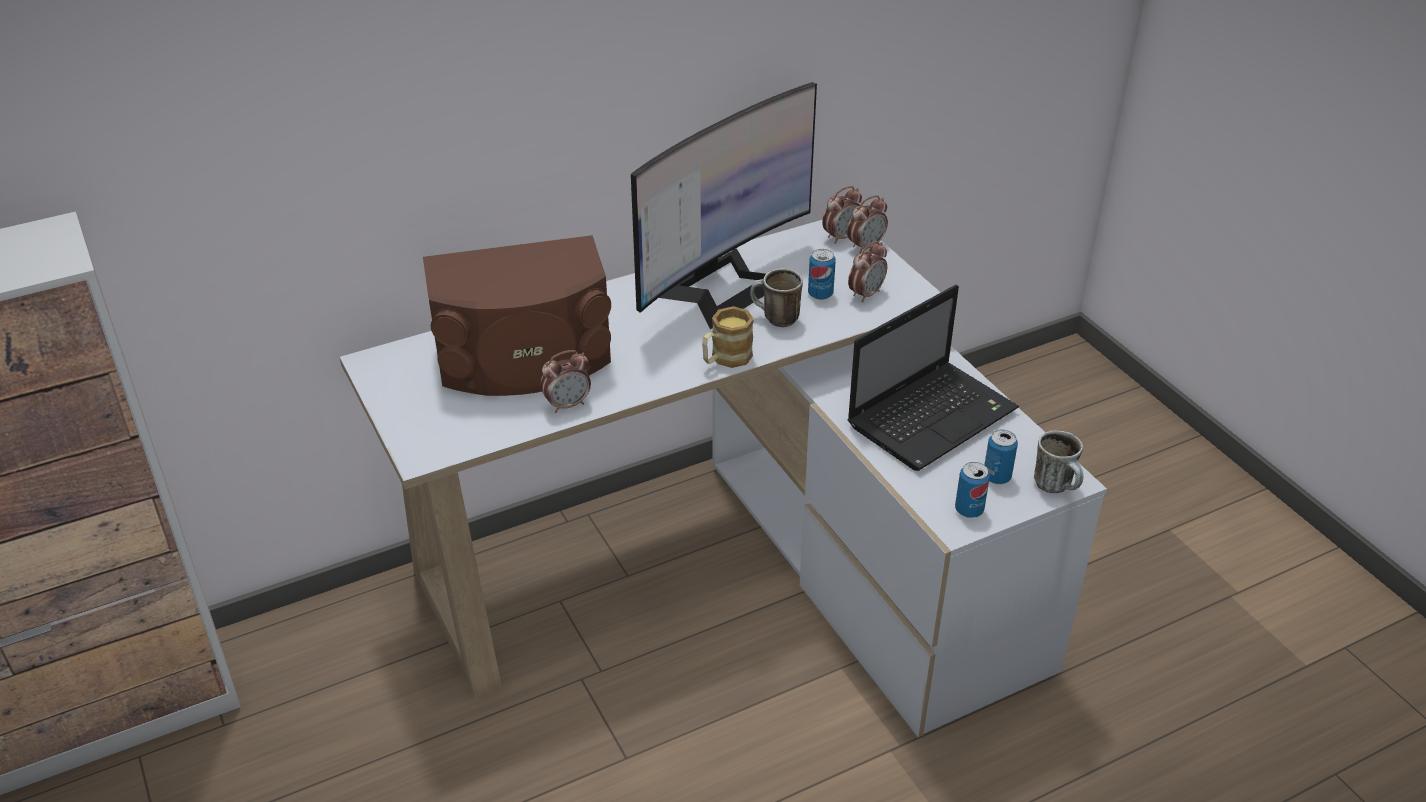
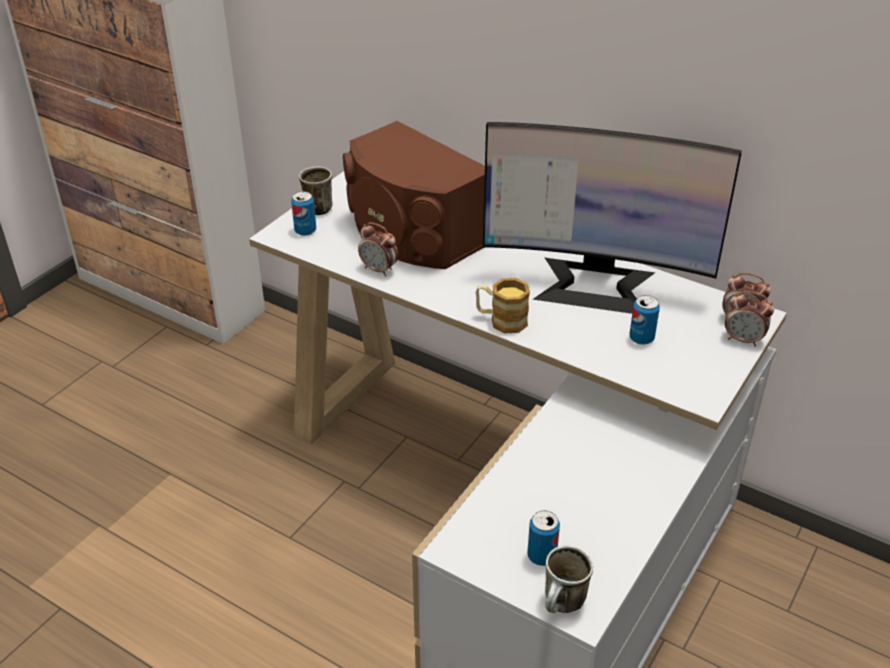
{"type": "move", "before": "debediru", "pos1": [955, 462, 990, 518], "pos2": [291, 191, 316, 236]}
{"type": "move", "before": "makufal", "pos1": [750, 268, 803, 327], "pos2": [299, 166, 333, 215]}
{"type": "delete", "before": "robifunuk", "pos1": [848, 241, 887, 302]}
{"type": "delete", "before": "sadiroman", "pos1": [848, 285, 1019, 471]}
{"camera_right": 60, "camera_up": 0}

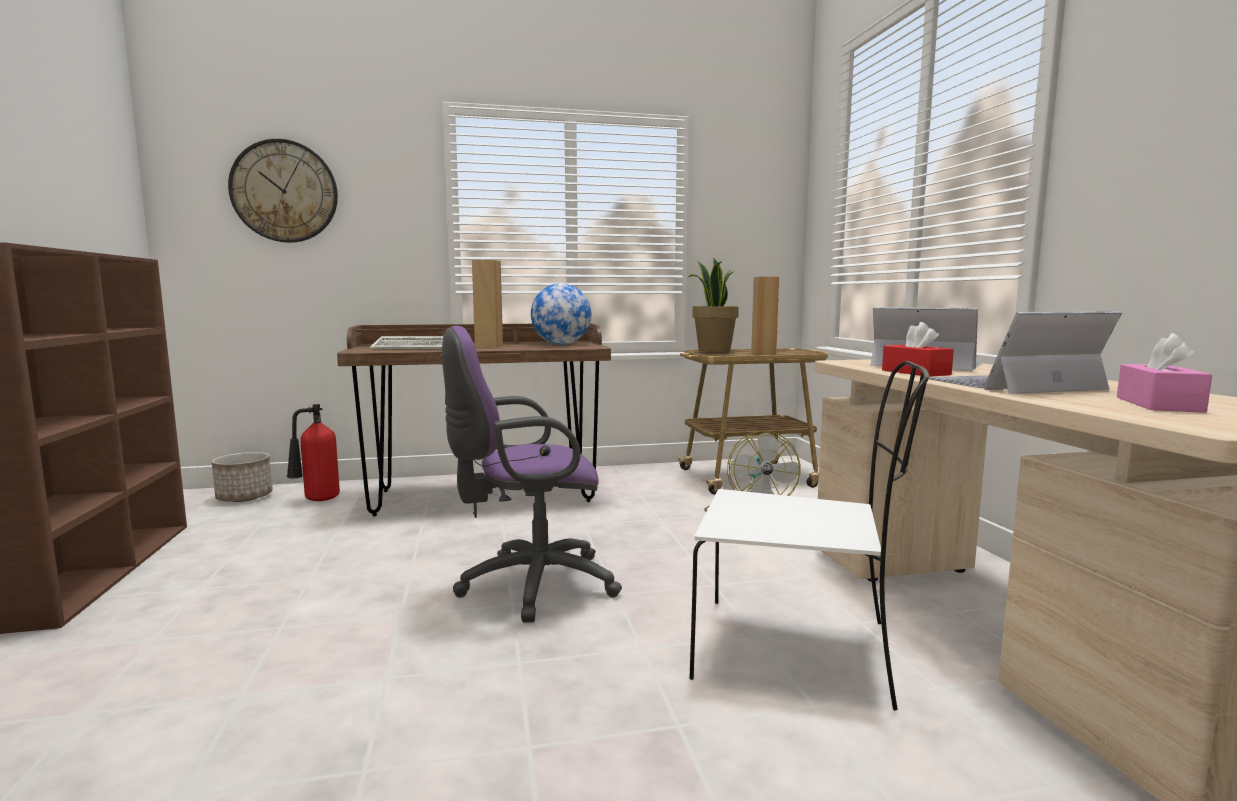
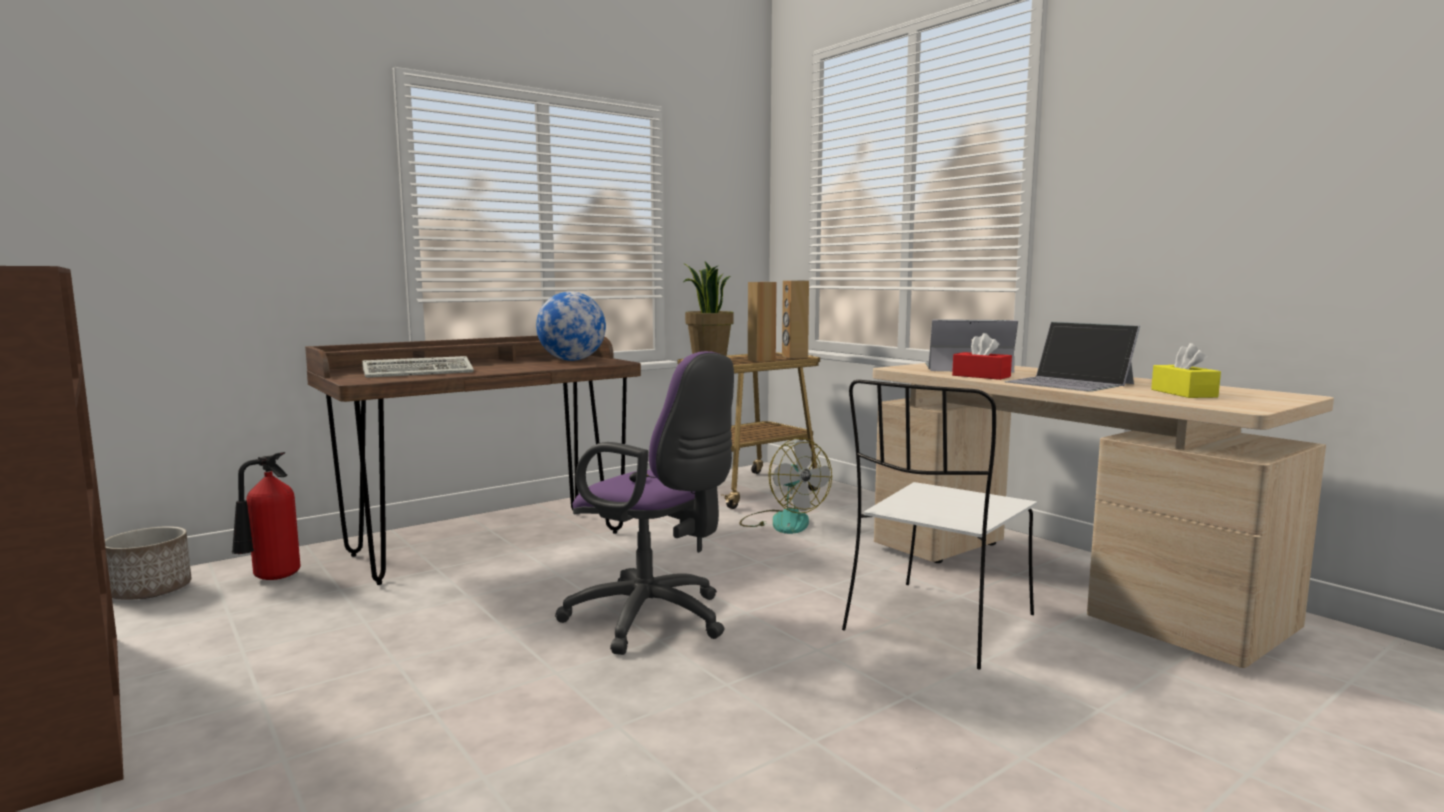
{"type": "rotate", "before": "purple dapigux", "pos1": [442, 326, 622, 622], "pos2": [555, 351, 734, 655], "turn": -105}
{"type": "move", "before": "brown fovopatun", "pos1": [472, 260, 503, 348], "pos2": [782, 280, 809, 359]}
{"type": "rotate", "before": "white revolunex", "pos1": [689, 361, 929, 710], "pos2": [842, 380, 1037, 670], "turn": 135}
{"type": "rotate", "before": "sadiroman", "pos1": [929, 311, 1122, 394], "pos2": [1004, 322, 1140, 392], "turn": -90}
{"type": "recolor", "before": "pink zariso", "after": "yellow zariso", "pos1": [1117, 333, 1212, 413], "pos2": [1151, 343, 1221, 398]}
{"type": "delete", "before": "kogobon", "pos1": [228, 139, 338, 243]}
{"camera_right": -25, "camera_up": 0}

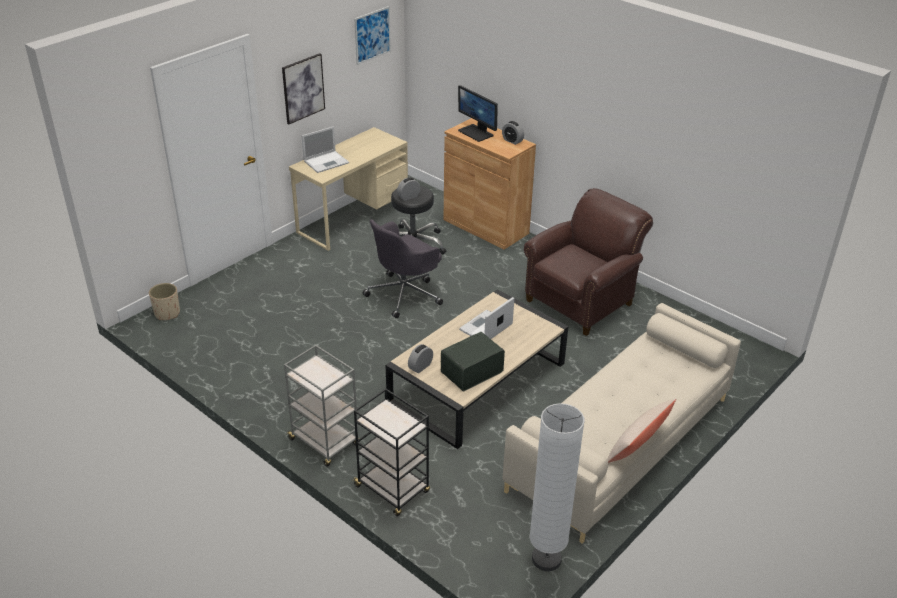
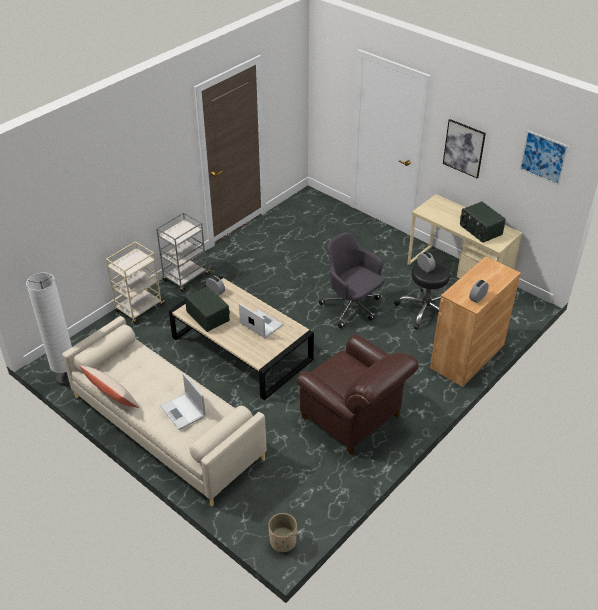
{"type": "recolor", "before": "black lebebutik", "after": "beige lebebutik", "pos1": [352, 388, 430, 516], "pos2": [106, 241, 165, 324]}
{"type": "move", "before": "sadiroman", "pos1": [302, 126, 349, 173], "pos2": [160, 373, 206, 430]}
{"type": "move", "before": "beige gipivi", "pos1": [149, 283, 180, 320], "pos2": [268, 513, 297, 552]}
{"type": "insert", "after": "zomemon", "pos2": [460, 201, 506, 243]}
{"type": "delete", "before": "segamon", "pos1": [458, 85, 498, 142]}
{"camera_right": 90, "camera_up": 5}

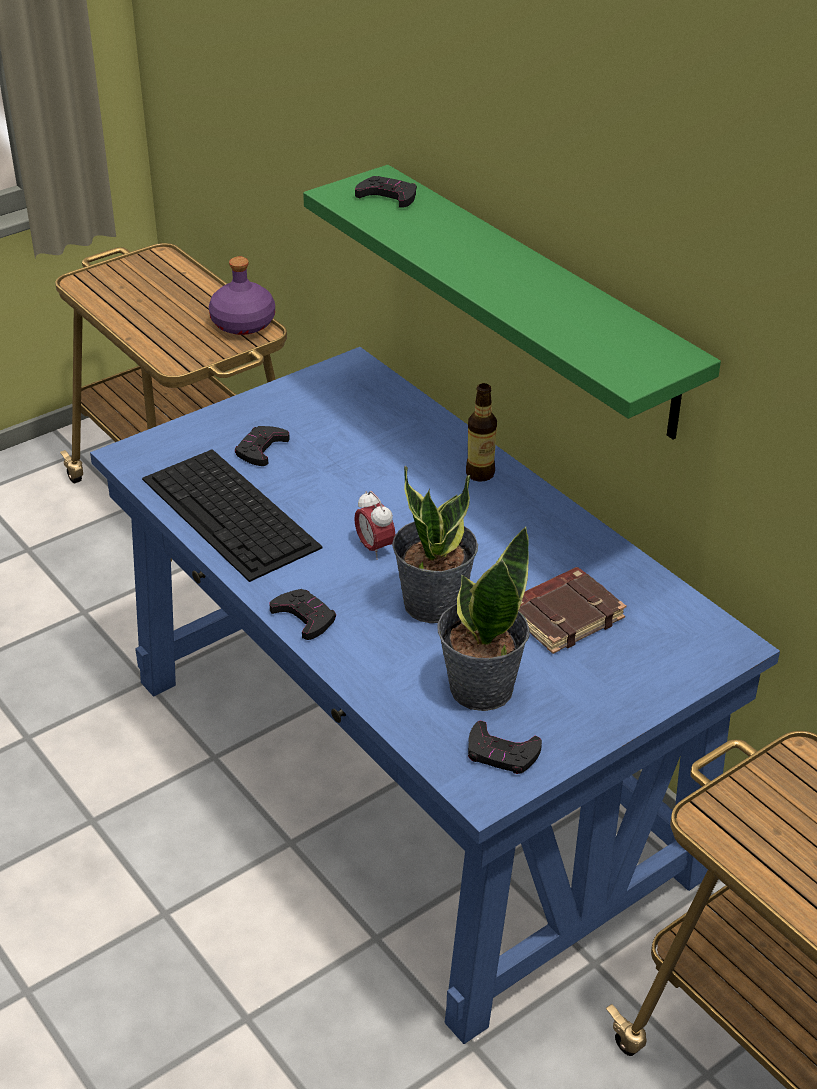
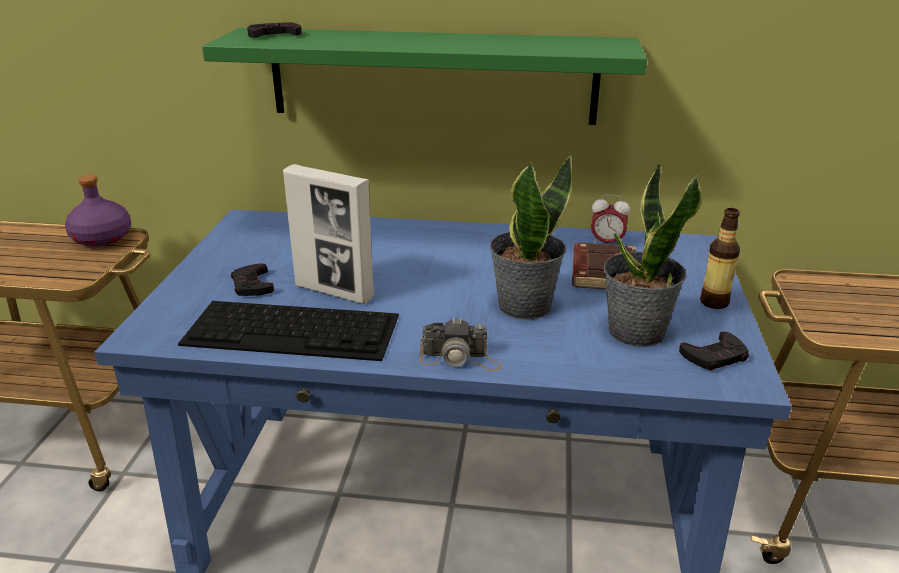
{"type": "insert", "after": "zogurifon", "pos2": [283, 164, 374, 304]}
{"type": "replace", "before": "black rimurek", "after": "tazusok", "pos1": [269, 589, 336, 640], "pos2": [420, 318, 502, 371]}
{"type": "move", "before": "robifunuk", "pos1": [354, 491, 396, 560], "pos2": [591, 194, 630, 243]}
{"type": "move", "before": "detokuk", "pos1": [466, 383, 497, 481], "pos2": [700, 208, 740, 309]}
{"camera_right": -45, "camera_up": -10}

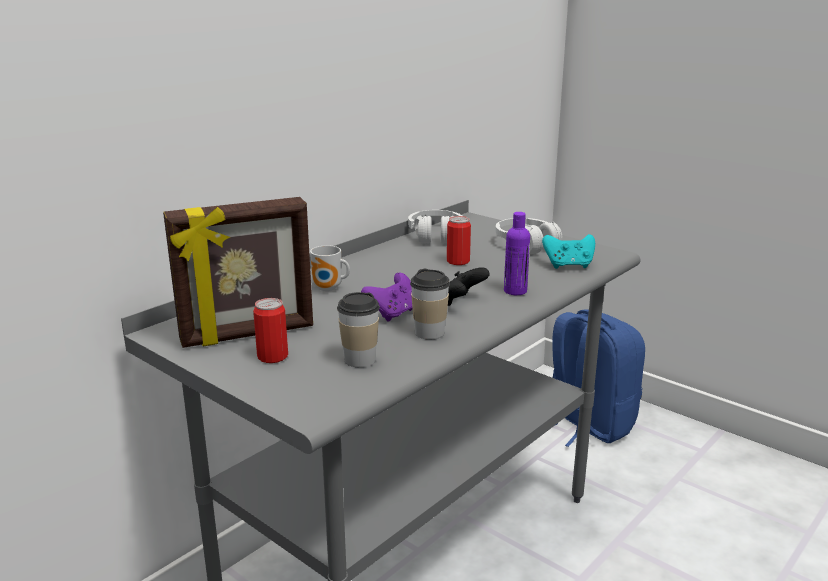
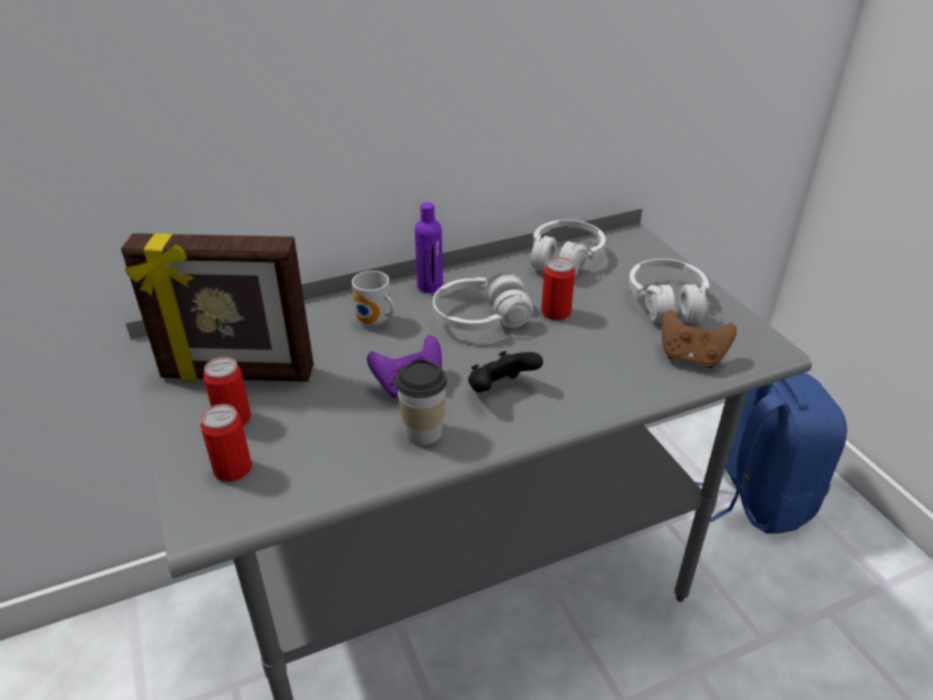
{"type": "insert", "after": "debediru", "pos2": [200, 404, 252, 482]}
{"type": "move", "before": "purple detokuk", "pos1": [504, 212, 530, 295], "pos2": [415, 202, 443, 293]}
{"type": "insert", "after": "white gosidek", "pos2": [433, 273, 533, 331]}
{"type": "recolor", "before": "turquoise rimurek", "after": "brown rimurek", "pos1": [542, 234, 595, 269], "pos2": [662, 310, 737, 368]}
{"type": "delete", "before": "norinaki", "pos1": [337, 292, 380, 367]}
{"camera_right": 25, "camera_up": 15}

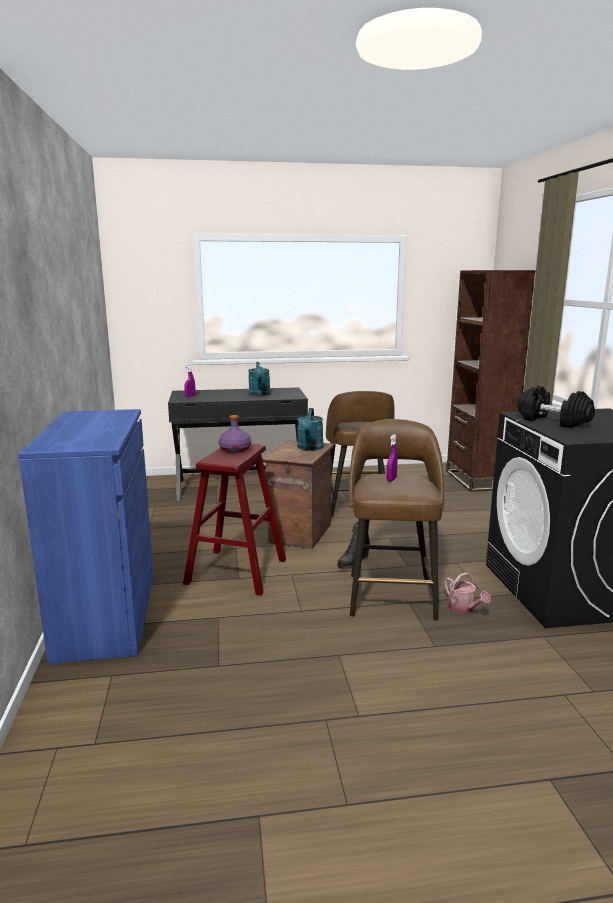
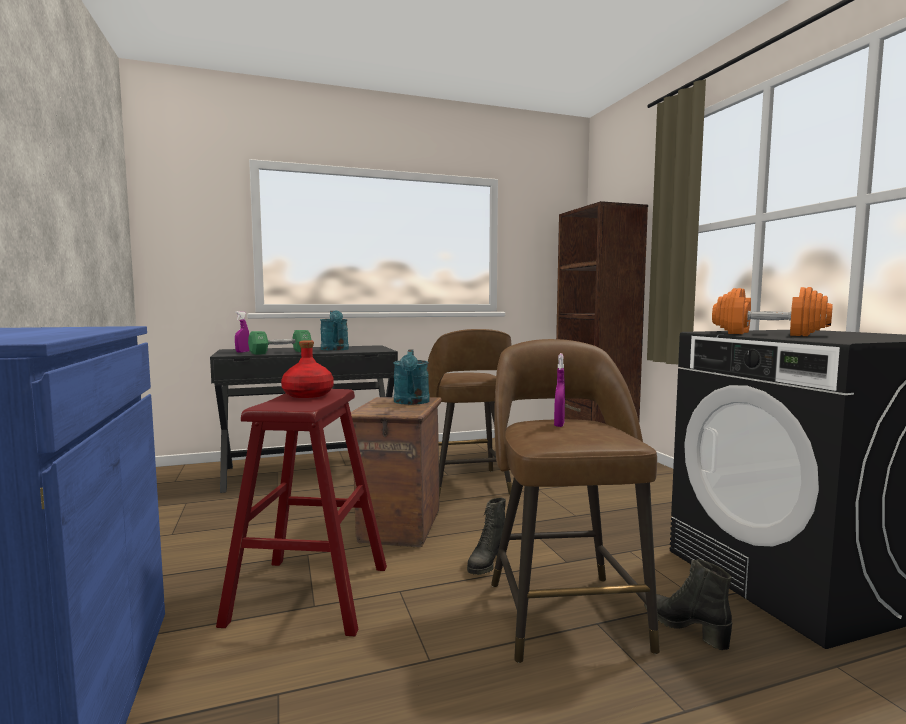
{"type": "insert", "after": "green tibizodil", "pos2": [248, 330, 312, 355]}
{"type": "recolor", "before": "purple detokuk", "after": "red detokuk", "pos1": [219, 415, 251, 453], "pos2": [281, 340, 334, 398]}
{"type": "replace", "before": "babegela", "after": "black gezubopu", "pos1": [444, 572, 491, 614], "pos2": [644, 559, 732, 650]}
{"type": "recolor", "before": "black tibizodil", "after": "orange tibizodil", "pos1": [517, 386, 595, 428], "pos2": [712, 287, 833, 336]}
{"camera_right": -10, "camera_up": -10}

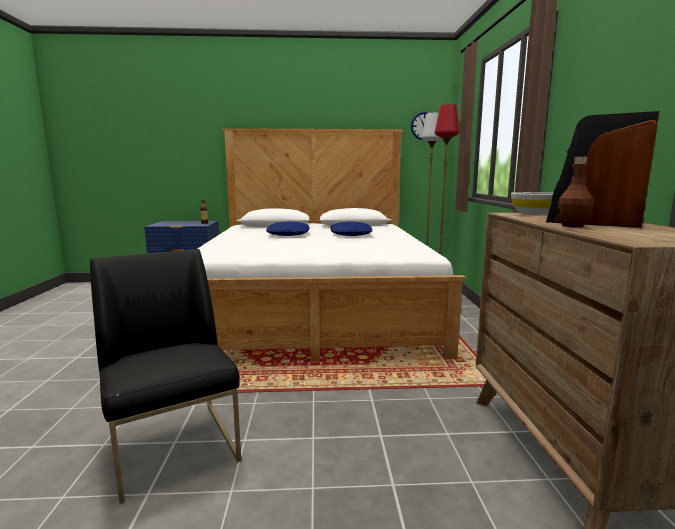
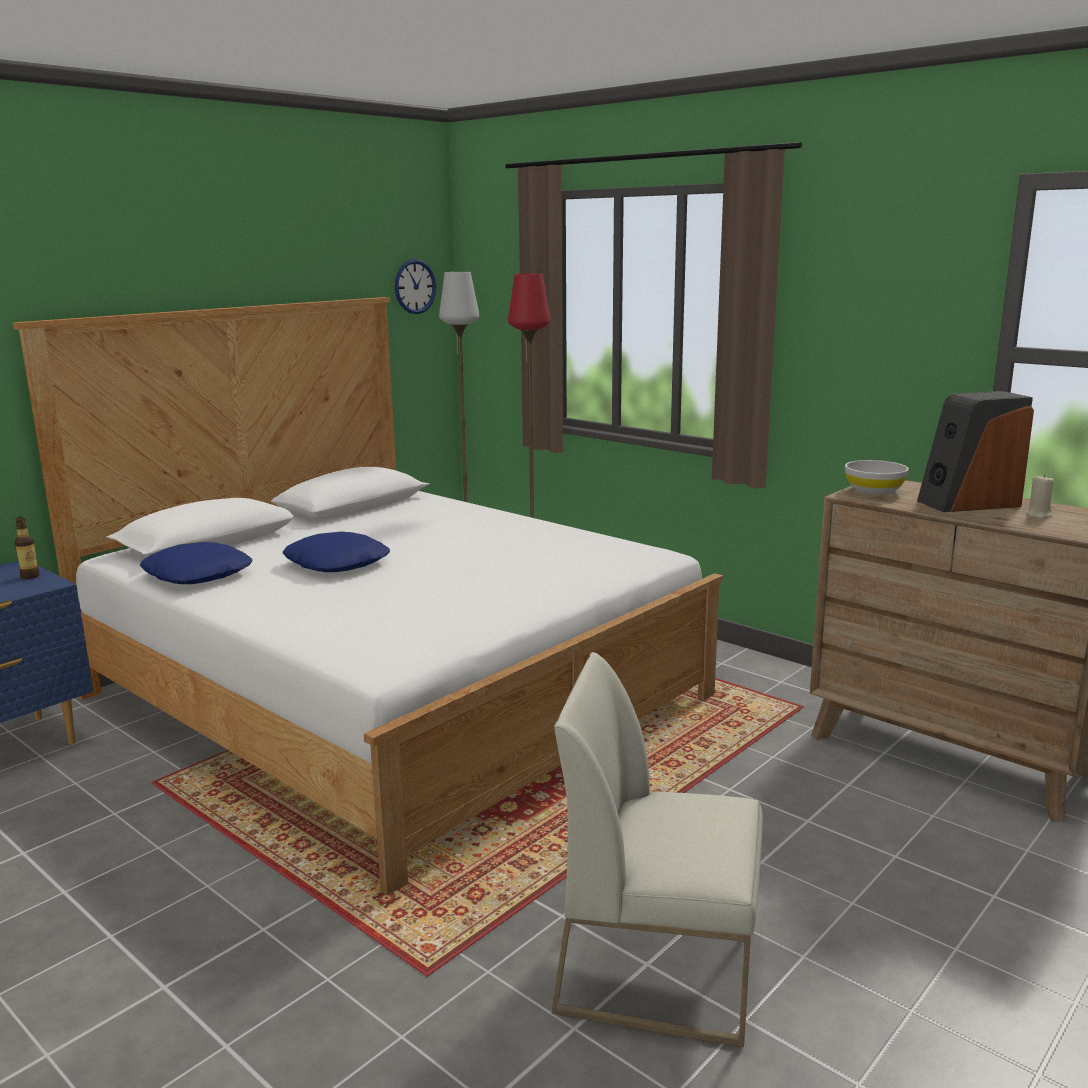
{"type": "move", "before": "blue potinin", "pos1": [330, 221, 373, 236], "pos2": [140, 542, 252, 584]}
{"type": "recolor", "before": "black revolunex", "after": "white revolunex", "pos1": [90, 249, 241, 504], "pos2": [551, 652, 763, 1047]}
{"type": "insert", "after": "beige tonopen", "pos2": [1025, 474, 1054, 519]}
{"type": "delete", "before": "brown detokuk", "pos1": [558, 156, 594, 228]}
{"camera_right": -45, "camera_up": 5}

